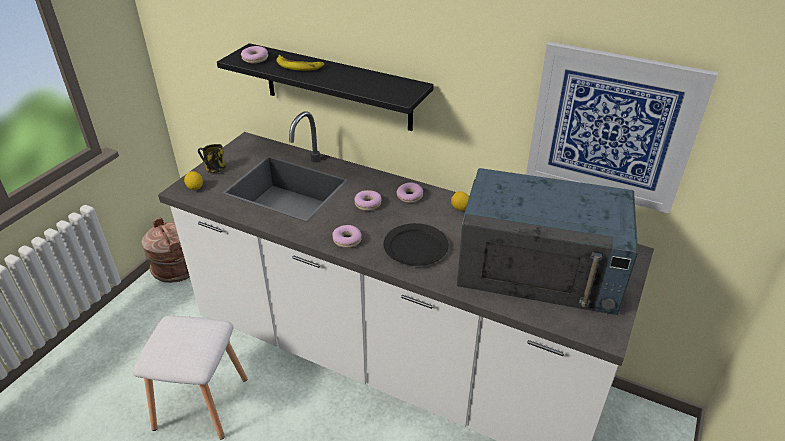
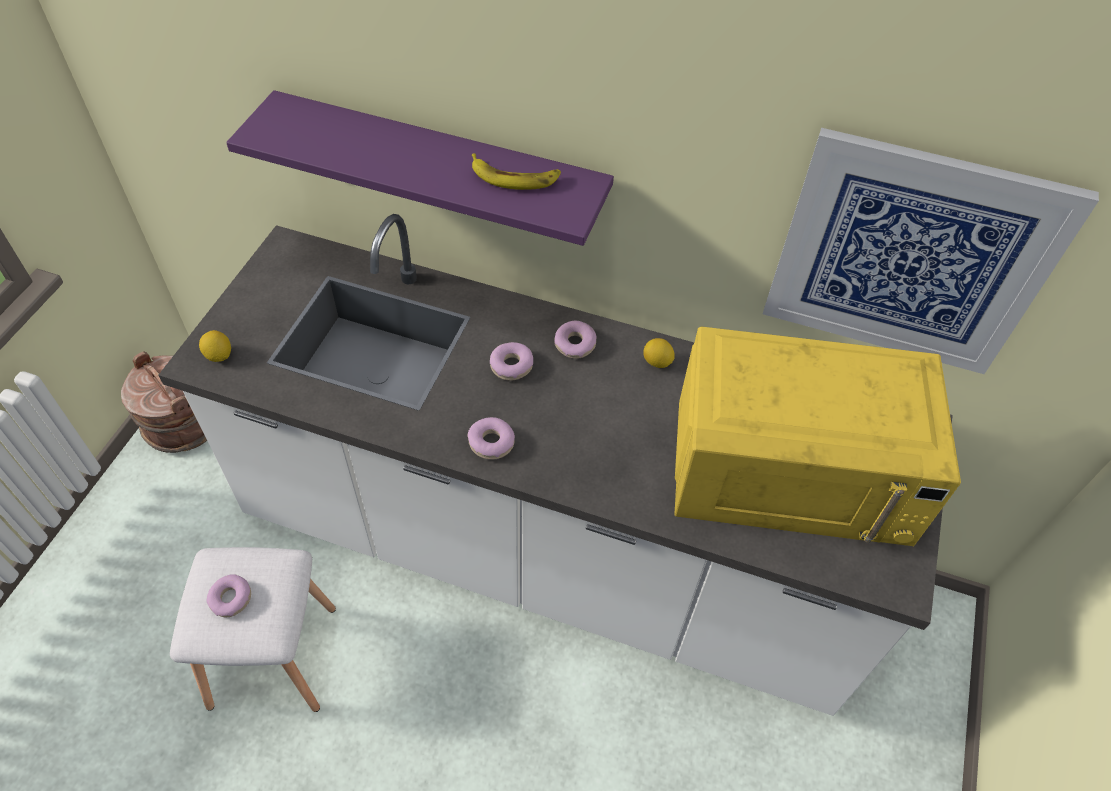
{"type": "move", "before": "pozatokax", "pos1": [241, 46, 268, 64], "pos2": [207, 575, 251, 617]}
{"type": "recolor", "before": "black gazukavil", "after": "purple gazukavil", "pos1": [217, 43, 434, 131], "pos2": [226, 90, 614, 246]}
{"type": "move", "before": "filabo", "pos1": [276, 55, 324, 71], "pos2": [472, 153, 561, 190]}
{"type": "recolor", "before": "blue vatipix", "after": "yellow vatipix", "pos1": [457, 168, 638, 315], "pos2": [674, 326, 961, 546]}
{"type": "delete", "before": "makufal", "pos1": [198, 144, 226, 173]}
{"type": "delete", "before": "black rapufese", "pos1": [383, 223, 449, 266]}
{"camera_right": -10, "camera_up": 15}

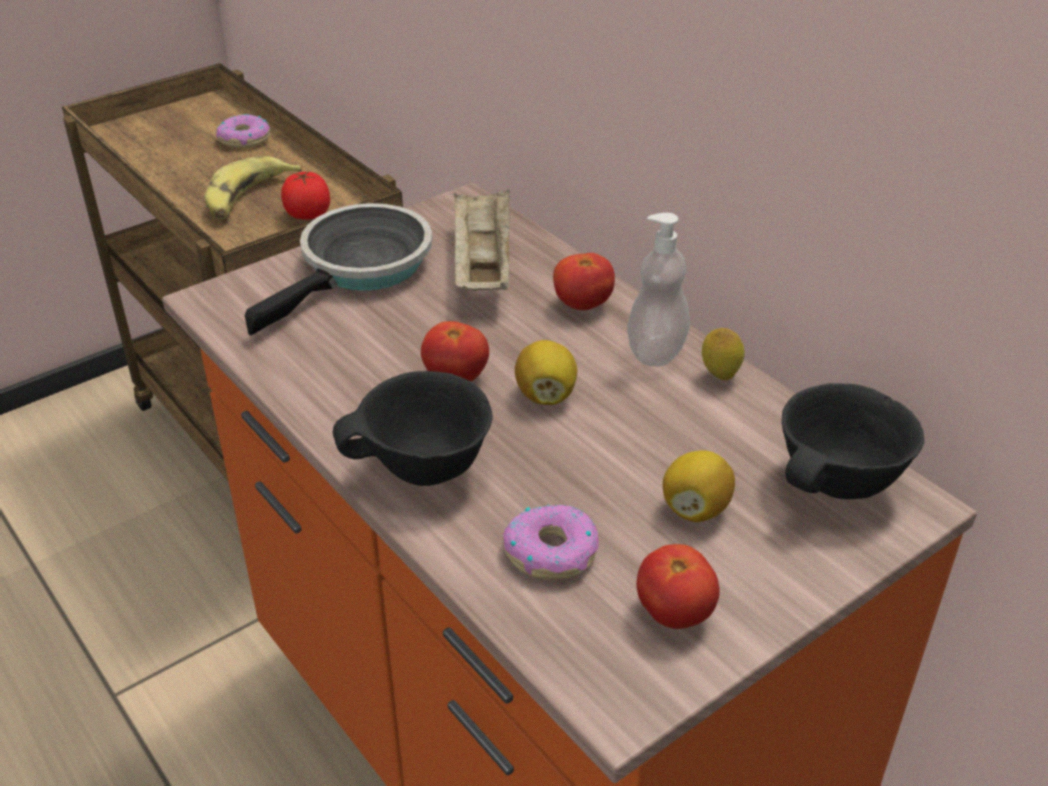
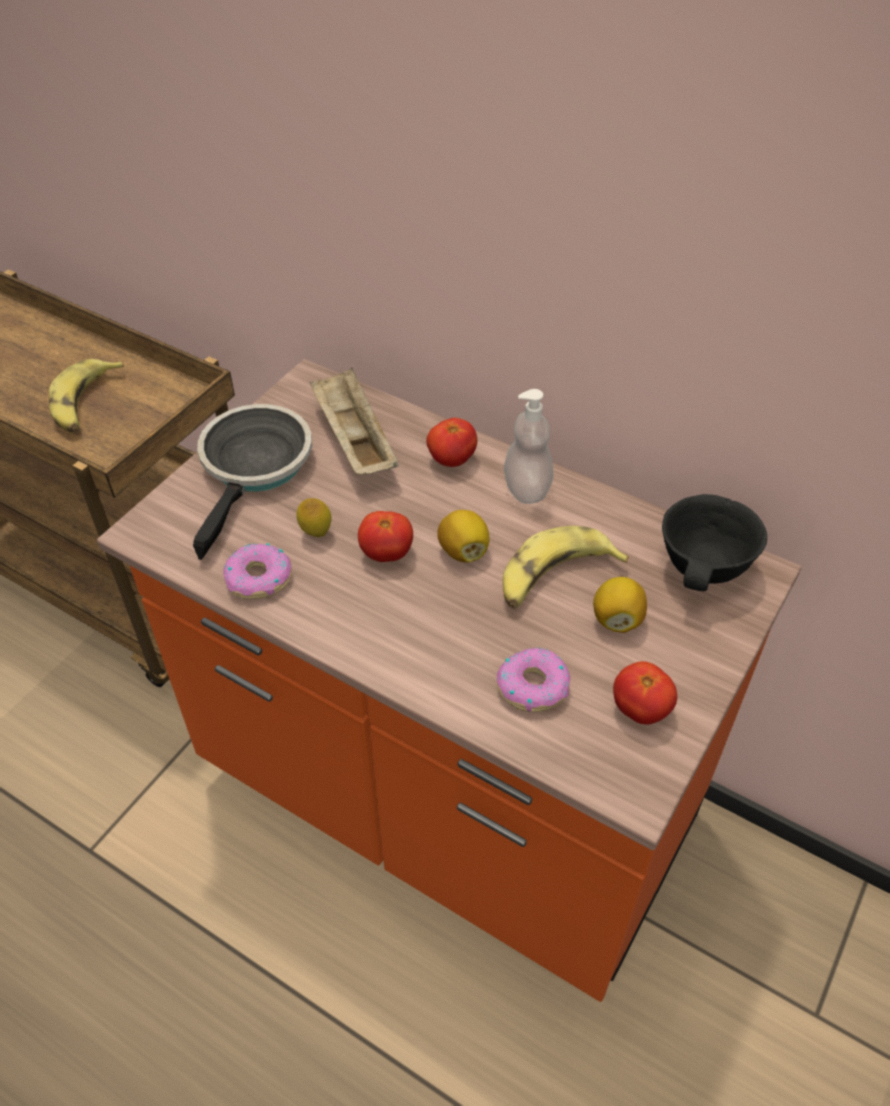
{"type": "move", "before": "pozatokax", "pos1": [216, 114, 270, 148], "pos2": [223, 543, 292, 599]}
{"type": "move", "before": "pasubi", "pos1": [702, 328, 745, 380], "pos2": [296, 498, 332, 537]}
{"type": "insert", "after": "filabo", "pos2": [503, 526, 629, 609]}
{"type": "delete", "before": "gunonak", "pos1": [281, 171, 330, 219]}
{"type": "delete", "before": "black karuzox", "pos1": [333, 371, 492, 486]}
{"camera_right": -20, "camera_up": 10}

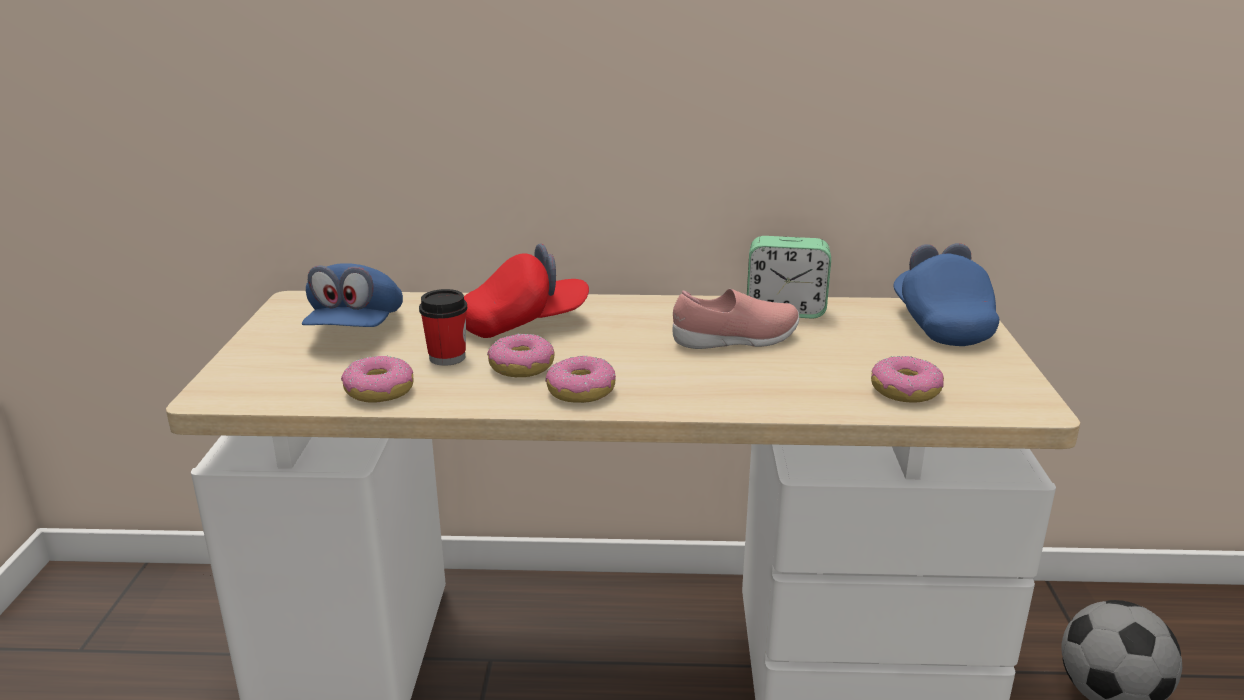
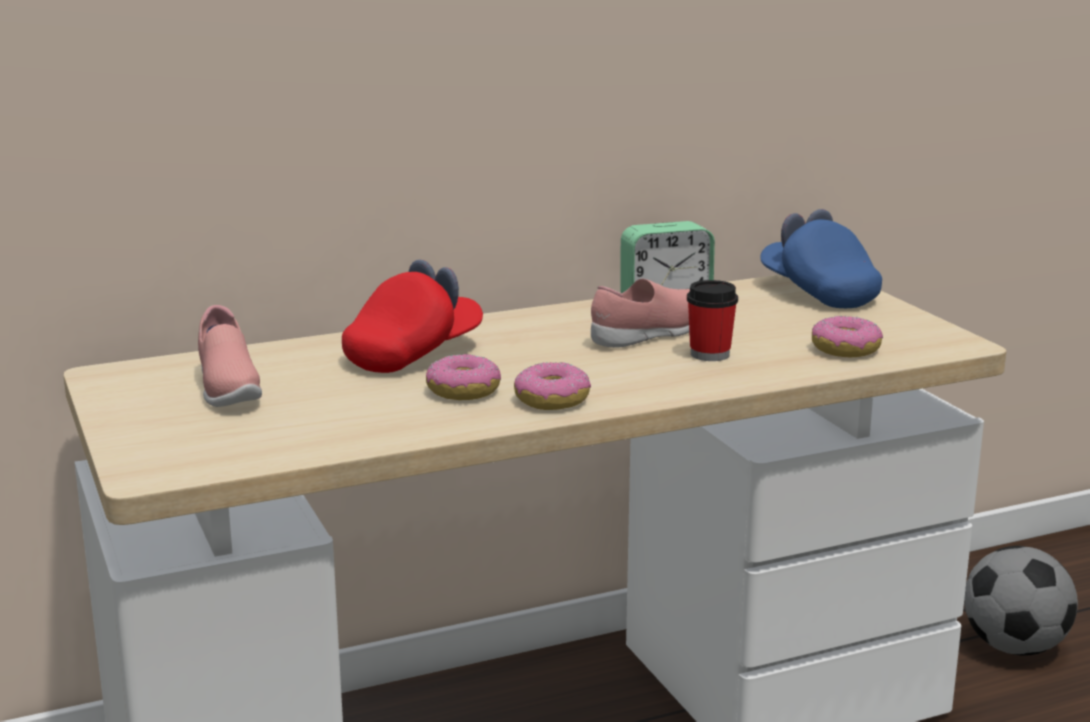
{"type": "replace", "before": "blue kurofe", "after": "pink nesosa", "pos1": [302, 263, 403, 327], "pos2": [198, 305, 262, 407]}
{"type": "move", "before": "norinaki", "pos1": [419, 289, 467, 366], "pos2": [687, 280, 738, 361]}
{"type": "delete", "before": "pozatokax", "pos1": [341, 356, 414, 403]}
{"camera_right": -25, "camera_up": -5}

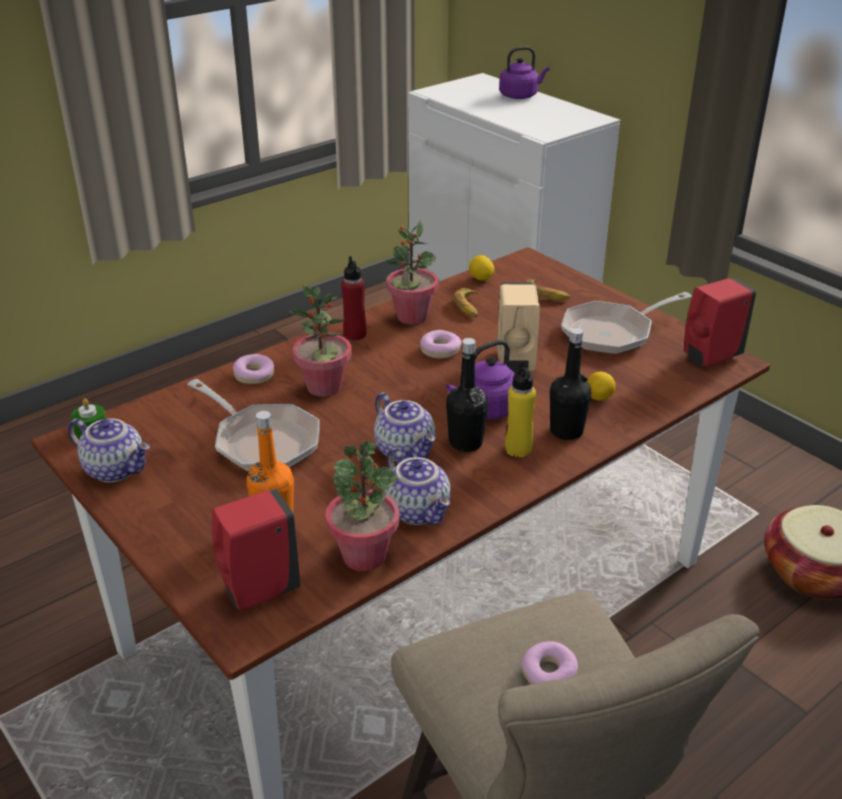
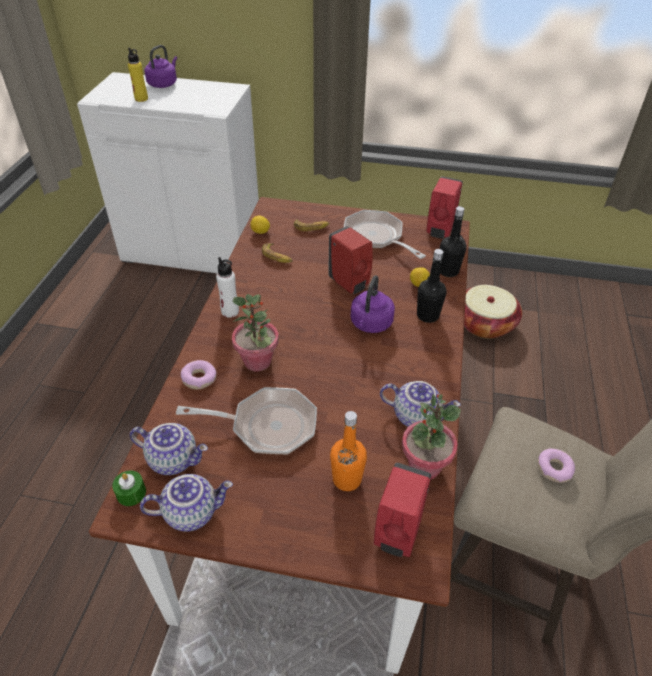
{"type": "move", "before": "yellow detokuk", "pos1": [505, 361, 536, 457], "pos2": [128, 48, 148, 102]}
{"type": "move", "before": "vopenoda", "pos1": [374, 392, 435, 461], "pos2": [130, 423, 208, 475]}
{"type": "recolor", "before": "red detokuk", "after": "white detokuk", "pos1": [341, 256, 366, 341], "pos2": [216, 257, 239, 318]}
{"type": "recolor", "before": "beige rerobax", "after": "red rerobax", "pos1": [497, 282, 540, 373], "pos2": [328, 226, 373, 294]}
{"type": "rotate", "before": "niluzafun", "pos1": [561, 292, 692, 355], "pos2": [344, 210, 426, 259], "turn": 120}
{"type": "move", "before": "black detokuk", "pos1": [446, 338, 488, 452], "pos2": [440, 206, 466, 277]}
{"type": "delete", "before": "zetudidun", "pos1": [386, 221, 439, 324]}
{"type": "delete", "before": "pozatokax", "pos1": [420, 330, 462, 359]}
{"camera_right": -40, "camera_up": 10}

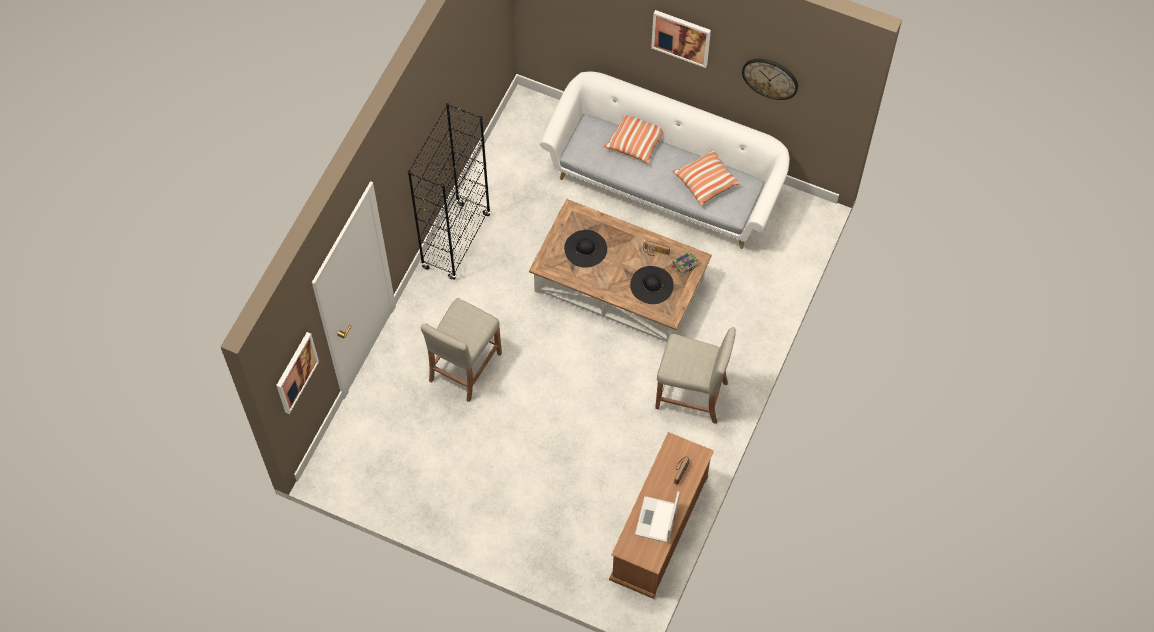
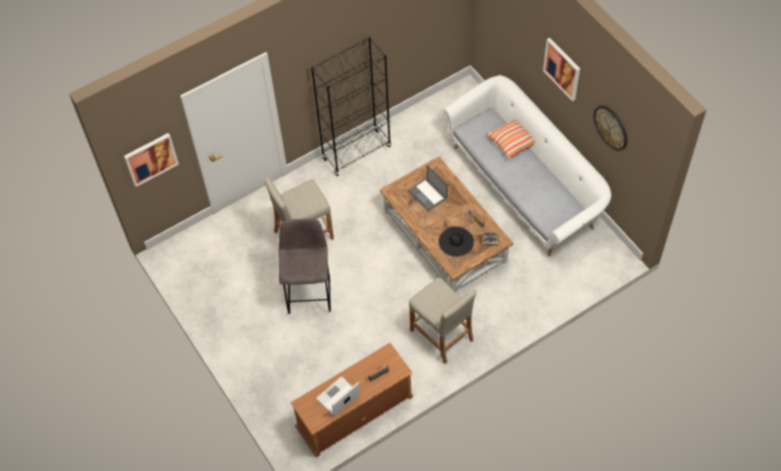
{"type": "insert", "after": "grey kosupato", "pos2": [279, 219, 331, 314]}
{"type": "replace", "before": "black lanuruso", "after": "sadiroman", "pos1": [564, 230, 607, 268], "pos2": [408, 165, 448, 211]}
{"type": "delete", "before": "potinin", "pos1": [673, 150, 740, 206]}
{"camera_right": 35, "camera_up": -5}

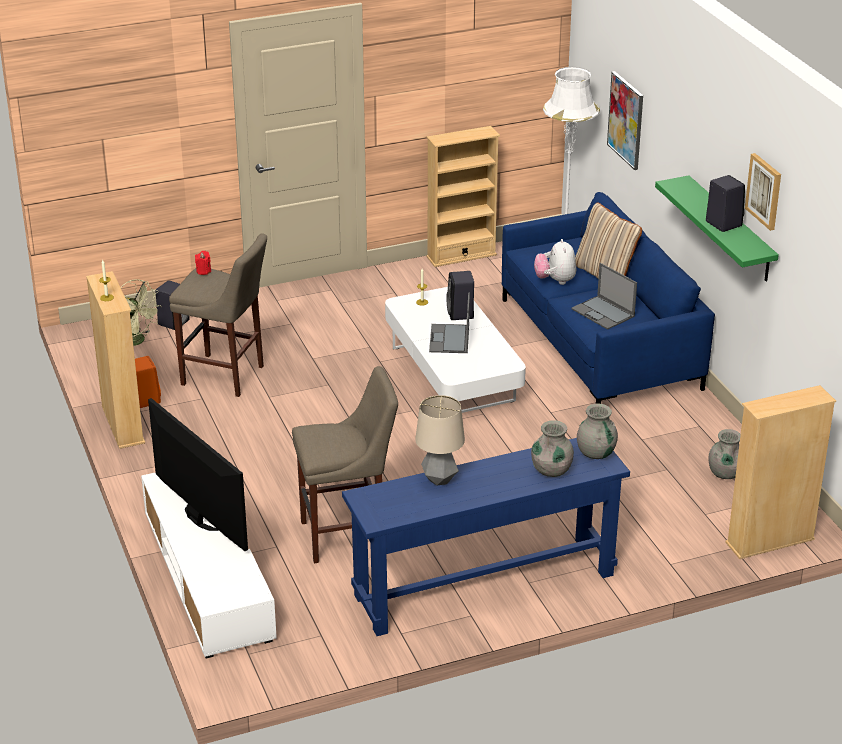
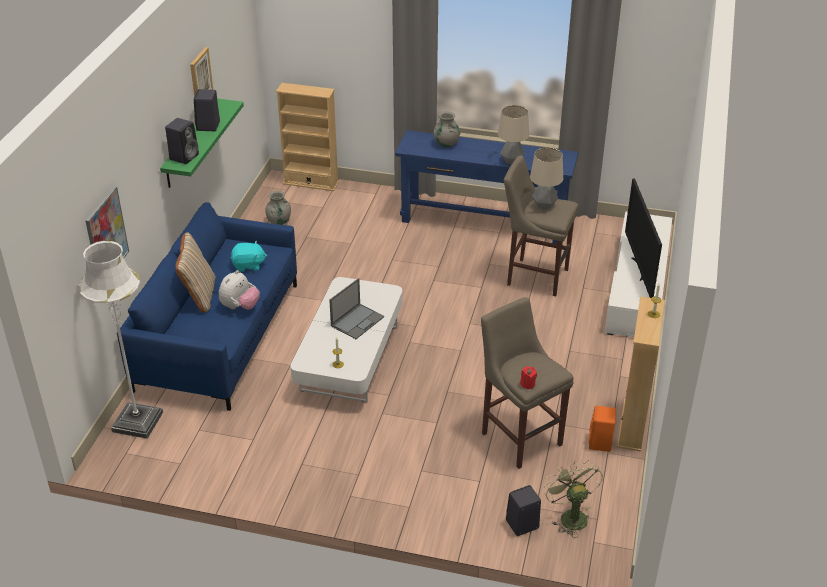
{"type": "move", "before": "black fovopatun", "pos1": [447, 271, 474, 320], "pos2": [165, 118, 199, 164]}
{"type": "replace", "before": "sadiroman", "after": "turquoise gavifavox", "pos1": [571, 263, 637, 330], "pos2": [231, 241, 267, 272]}
{"type": "insert", "after": "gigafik", "pos2": [530, 147, 563, 209]}
{"type": "delete", "before": "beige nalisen", "pos1": [426, 126, 500, 267]}
{"type": "delete", "before": "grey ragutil", "pos1": [577, 404, 618, 459]}
{"camera_right": -145, "camera_up": 5}

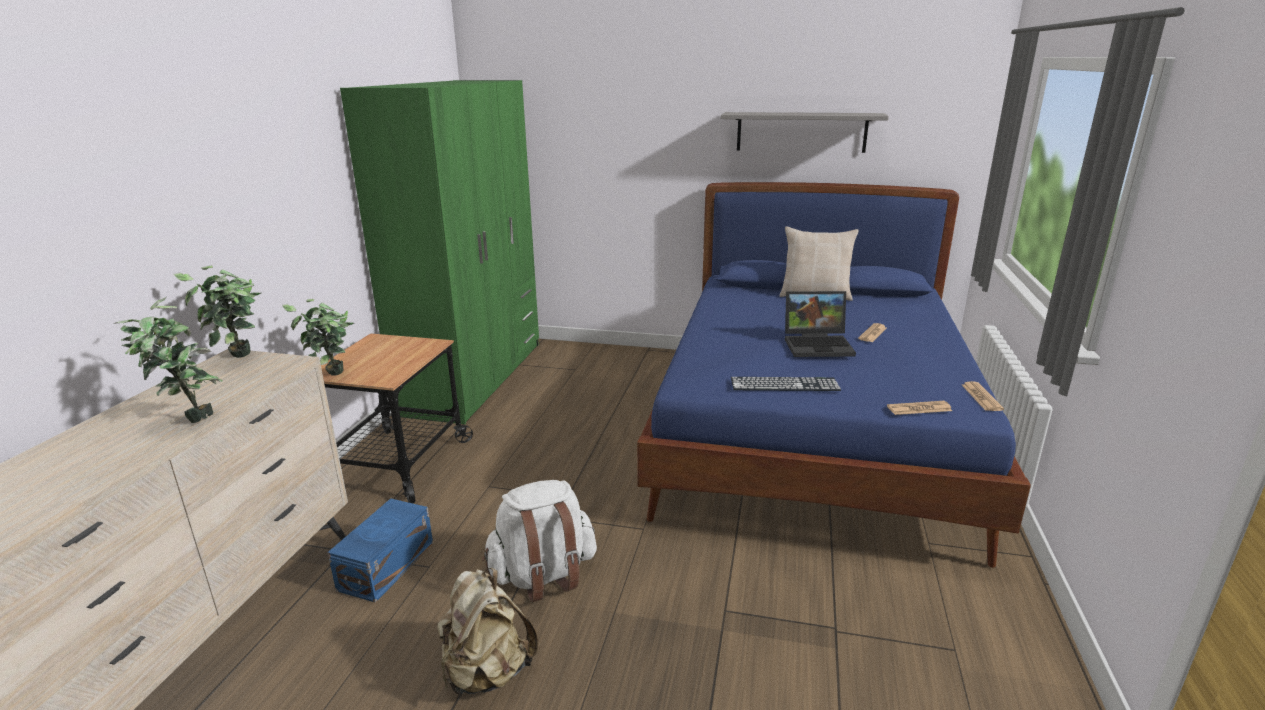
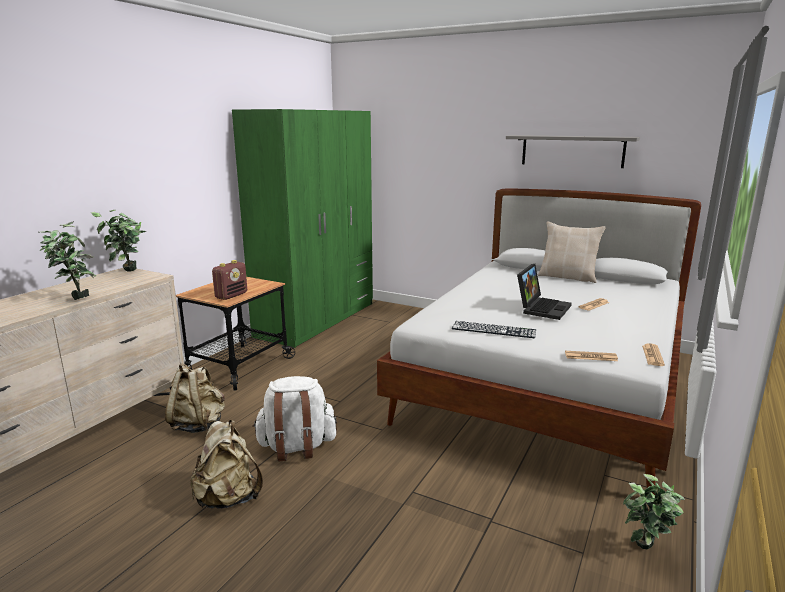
{"type": "replace", "before": "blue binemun", "after": "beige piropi", "pos1": [327, 499, 433, 603], "pos2": [165, 363, 225, 433]}
{"type": "insert", "after": "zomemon", "pos2": [212, 260, 247, 300]}
{"type": "recolor", "before": "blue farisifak", "after": "white farisifak", "pos1": [637, 182, 1031, 568], "pos2": [377, 188, 701, 495]}
{"type": "rotate", "before": "sadiroman", "pos1": [785, 291, 856, 357], "pos2": [517, 264, 572, 320], "turn": -75}
{"type": "move", "before": "zetudidun", "pos1": [282, 299, 354, 376], "pos2": [623, 474, 685, 550]}
{"camera_right": 15, "camera_up": -5}

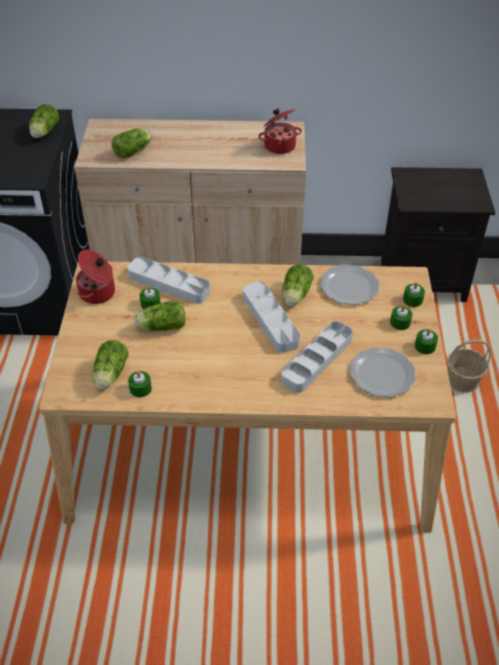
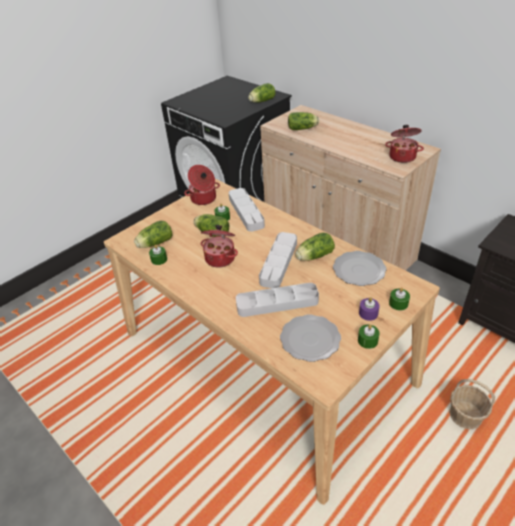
{"type": "insert", "after": "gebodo", "pos2": [201, 225, 238, 268]}
{"type": "recolor", "before": "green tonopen", "after": "purple tonopen", "pos1": [390, 305, 412, 330], "pos2": [359, 297, 380, 321]}
{"camera_right": 45, "camera_up": -5}

